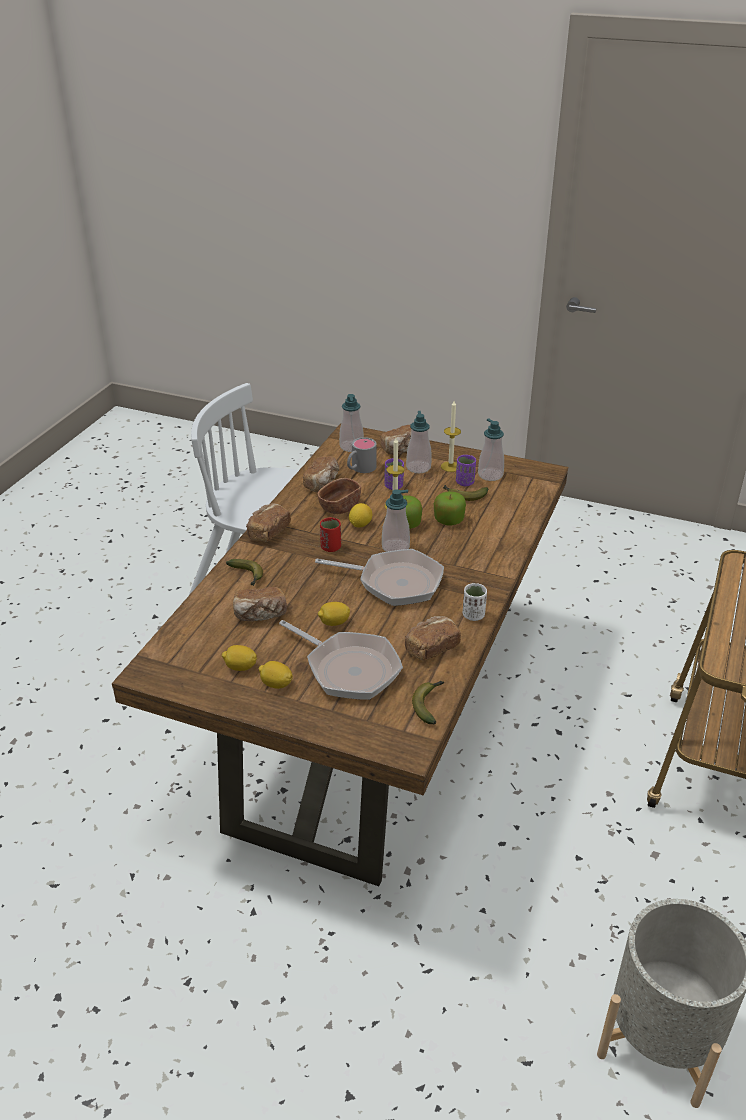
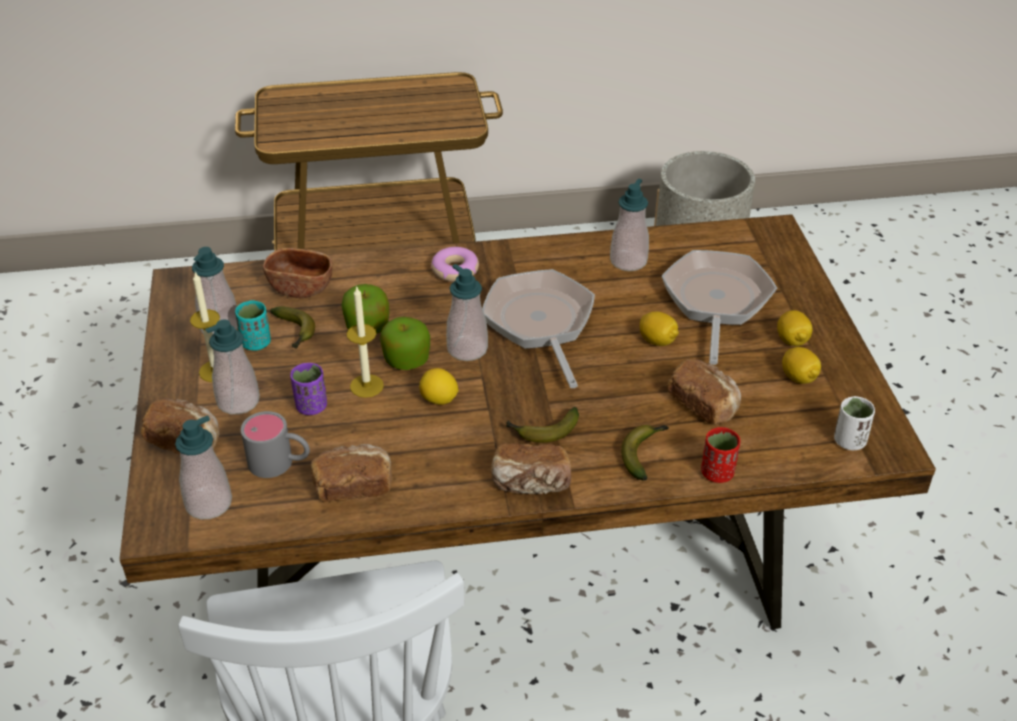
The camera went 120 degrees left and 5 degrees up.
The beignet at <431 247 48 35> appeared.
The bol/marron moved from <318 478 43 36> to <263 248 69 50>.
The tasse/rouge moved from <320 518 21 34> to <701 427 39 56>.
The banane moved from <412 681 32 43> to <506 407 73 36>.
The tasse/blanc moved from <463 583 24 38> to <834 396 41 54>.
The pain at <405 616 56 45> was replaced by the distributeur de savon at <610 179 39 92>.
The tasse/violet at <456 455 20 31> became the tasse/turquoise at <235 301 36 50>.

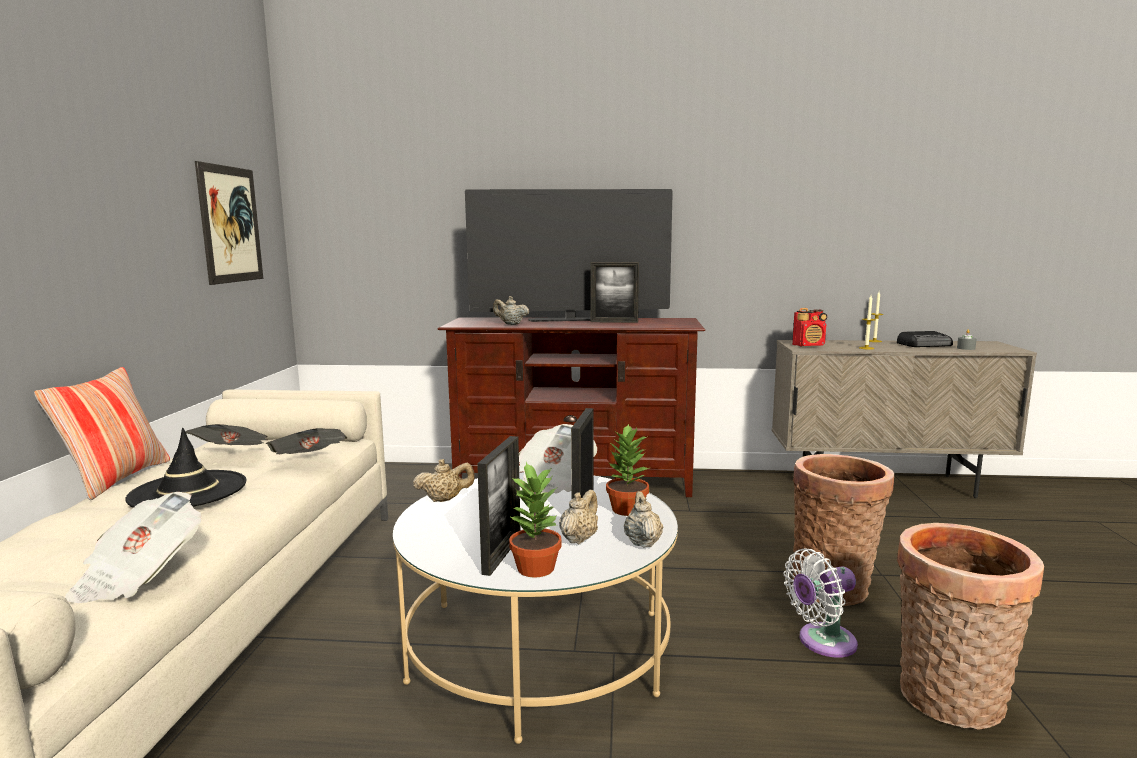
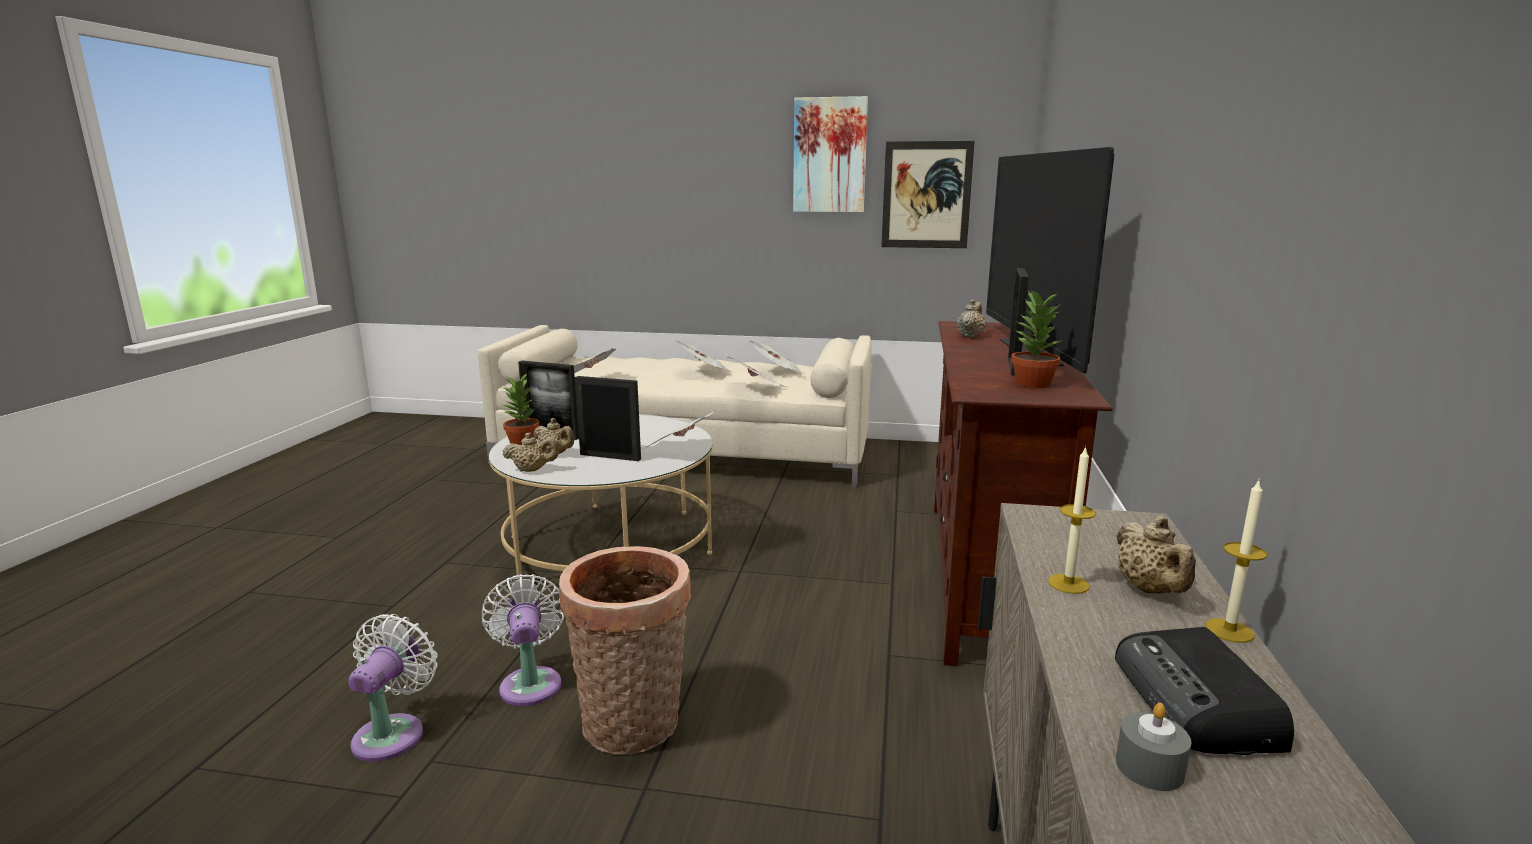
The camera went 95 degrees right and 5 degrees up.
The coussin at <34 367 136 133> disappeared.
The radio at <792 308 35 38> disappeared.
The tableau at <793 96 75 116> appeared.
The théière/beige moved from <413 459 62 43> to <1116 516 80 77>.
The plante en pot moved from <606 423 43 93> to <1011 289 51 99>.
The chapeau/noir at <125 428 122 80> was replaced by the journal at <674 340 58 32>.
The panier at <897 523 147 207> was replaced by the ventilateur/blanc at <349 614 89 148>.

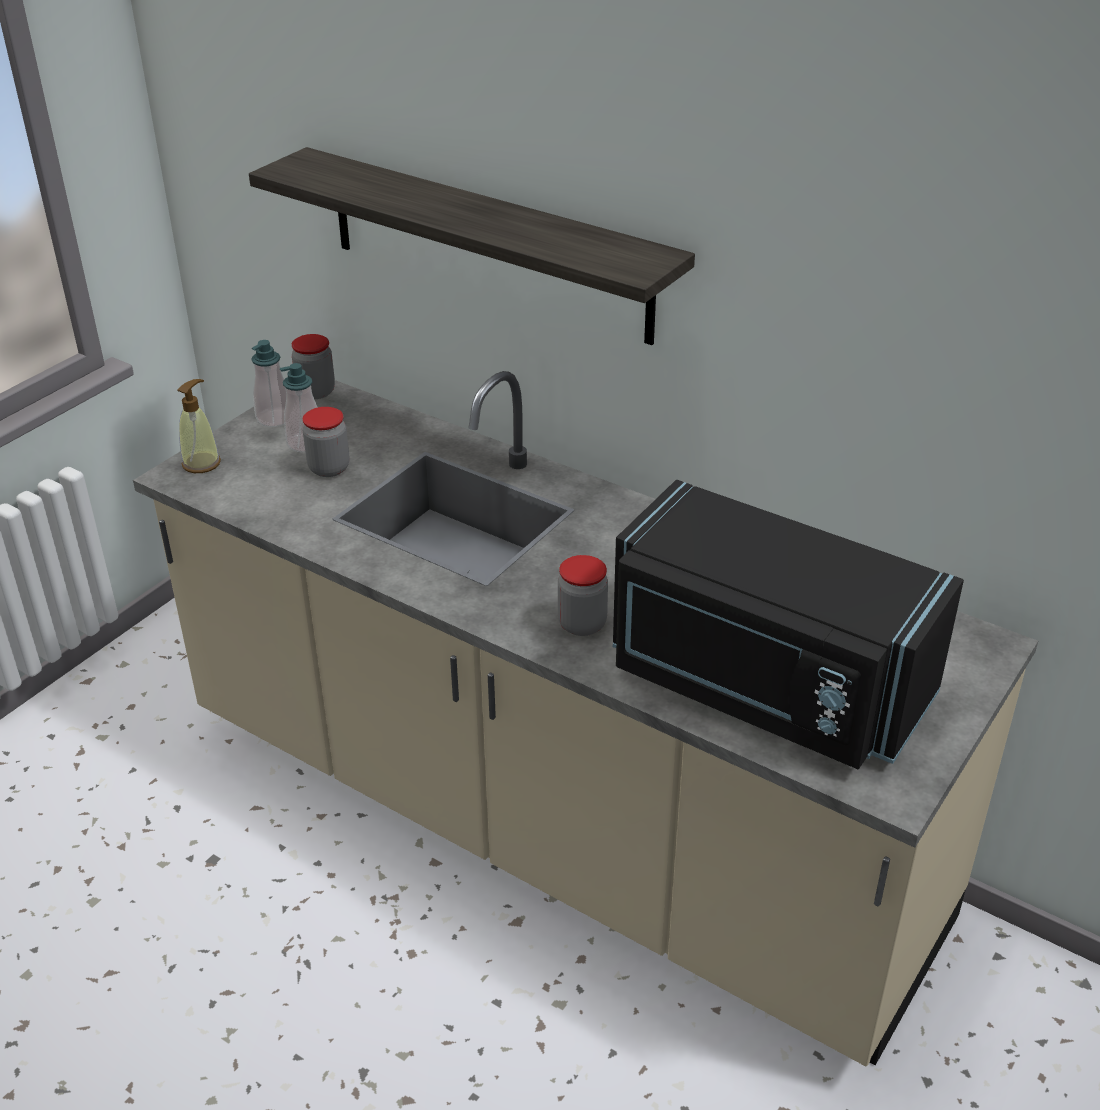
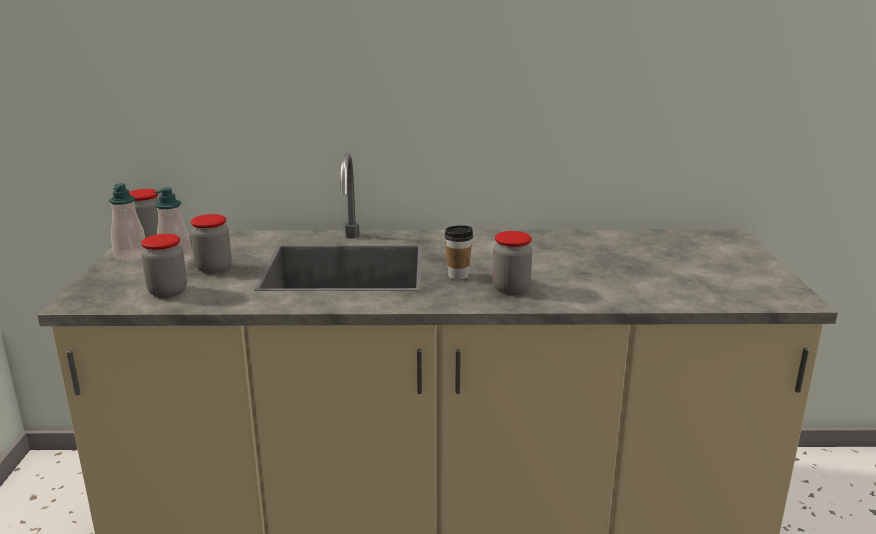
The camera went 35 degrees left and 15 degrees down.
The distributeur de savon at <177 379 44 94> disappeared.
The étagère at <249 147 446 198> disappeared.
The micro-ondes/noir at <613 480 351 290> disappeared.
The bocal at <141 234 46 64> appeared.
The tasse at <444 226 29 54> appeared.

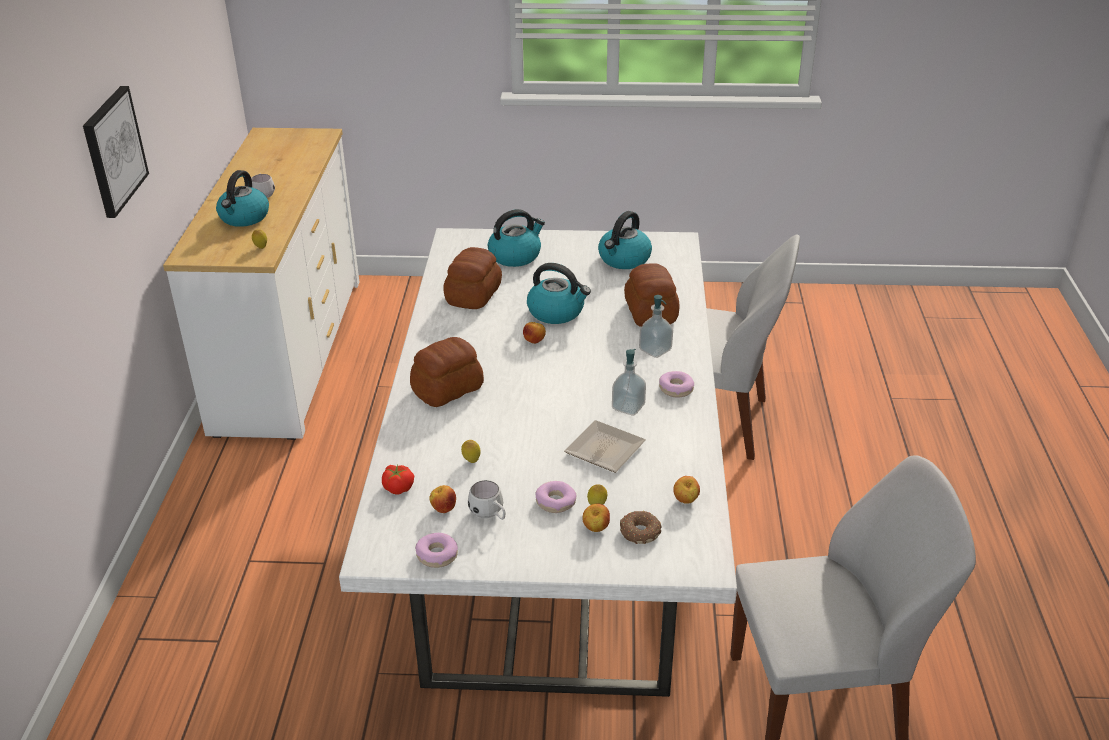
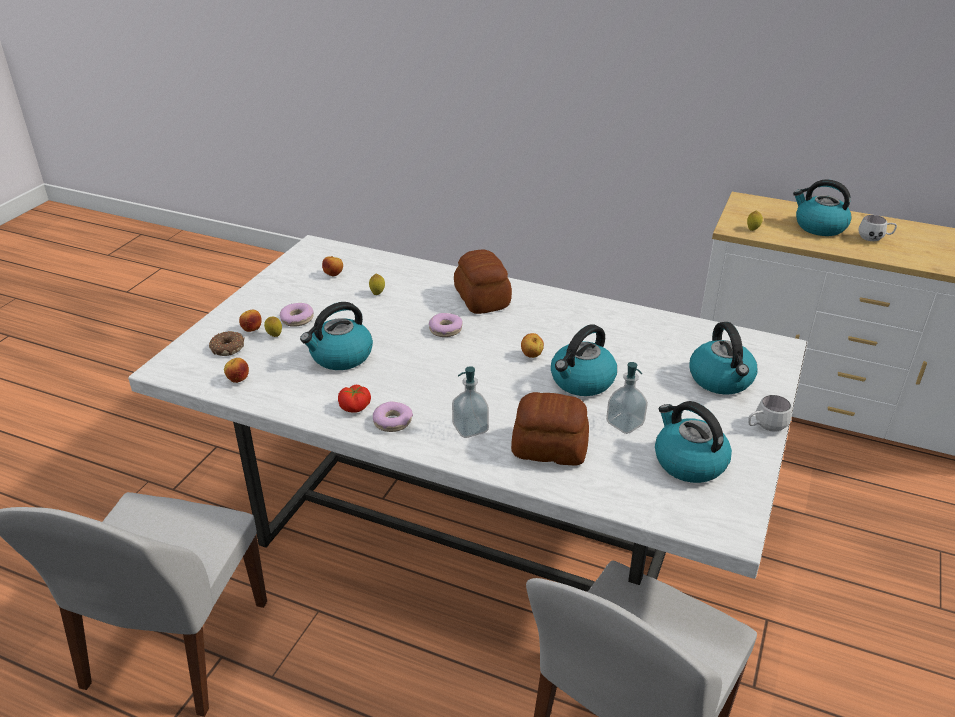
The camera went 110 degrees right and 0 degrees up.
The tableau at <83 86 66 132> disappeared.
The pain at <443 247 59 62> disappeared.
The tomate moved from <382 465 32 30> to <338 385 33 28>.
The beignet moved from <415 533 43 35> to <429 313 34 24>.
The mug/blanc moved from <468 480 38 40> to <748 395 44 37>.
The distributeur de savon moved from <612 349 34 67> to <606 362 42 72>.
The assiette at <564 420 82 53> was replaced by the bouilloire at <300 302 73 68>.

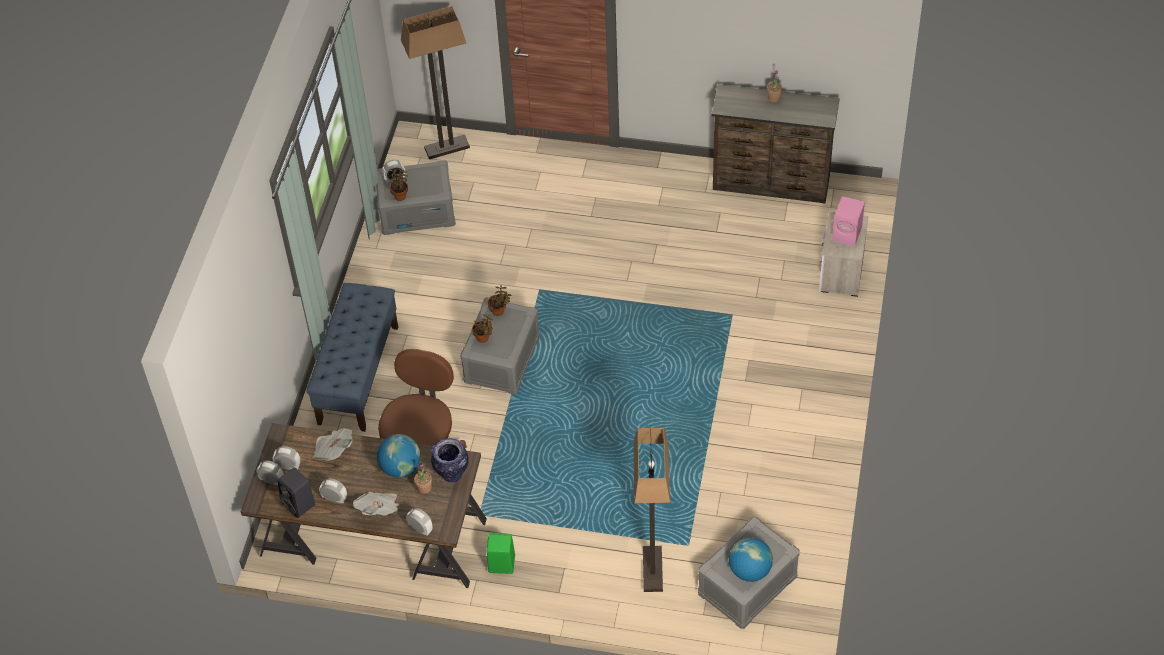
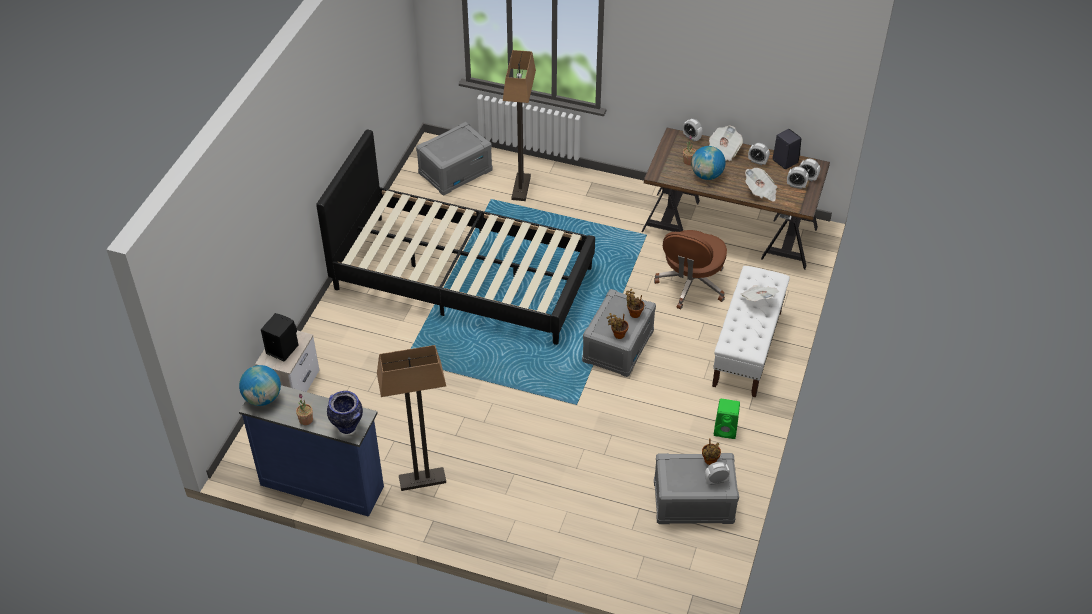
The camera went 175 degrees left and 5 degrees down.
The lit/noir at <316 130 279 215> appeared.
The journal at <741 285 38 16> appeared.
The lampadaire moved from <401 6 69 154> to <377 345 69 146>.
The vase moved from <431 438 38 45> to <327 391 36 43>.
The enceinte/vert moved from <487 533 28 41> to <714 399 26 40>.
The globe moved from <729 537 44 45> to <239 365 42 41>.
The banc/bleu at <306 283 92 149> became the banc/blanc at <712 266 78 131>.
The commode/marron at <711 84 129 119> became the commode/bleu at <239 385 145 132>.
The enceinte/rose at <832 196 33 50> became the enceinte/noir at <261 313 38 49>.

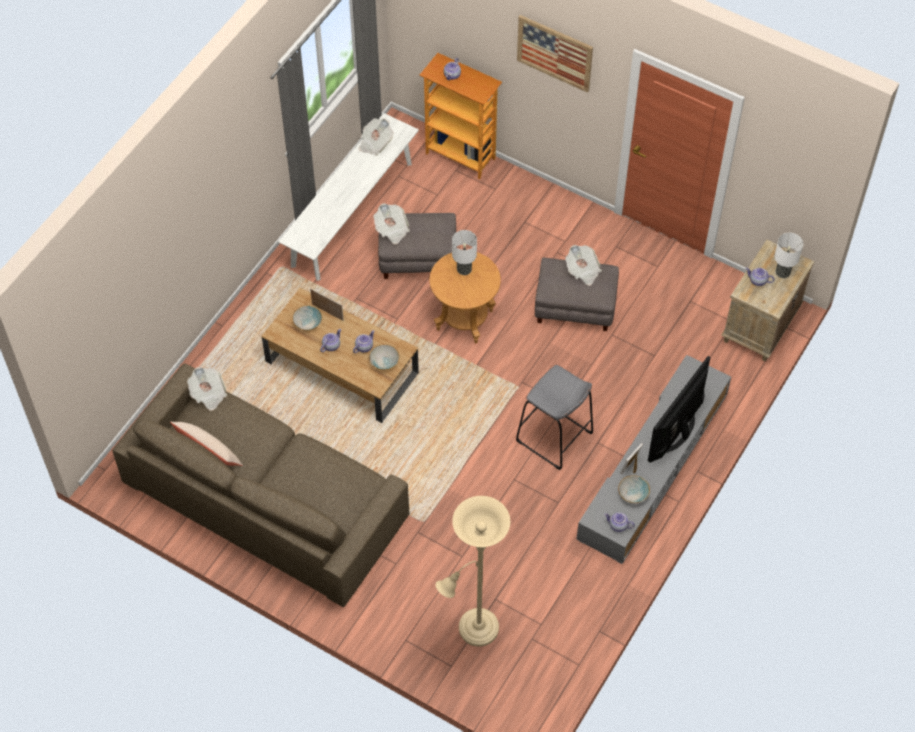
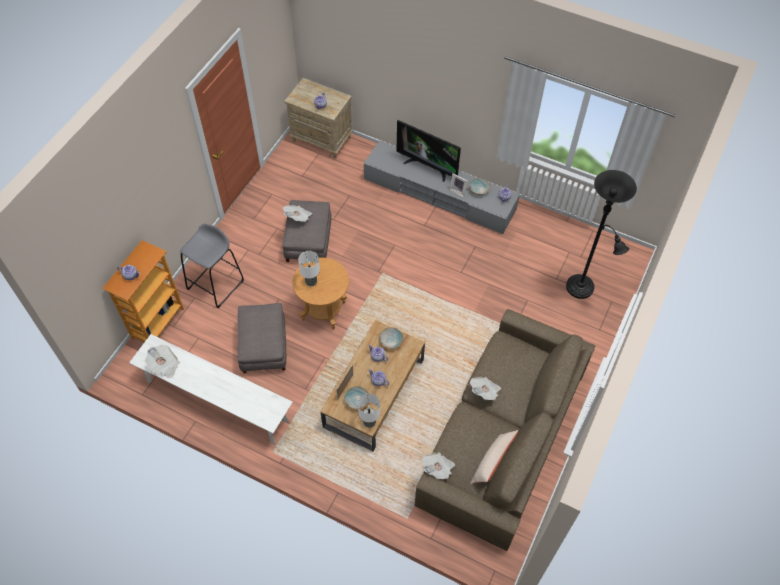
The camera went 95 degrees left and 0 degrees up.
The tableau at <517 15 76 78> disappeared.
The journal moved from <373 203 37 41> to <470 377 31 23>.
The tabouret/gris moved from <516 365 77 105> to <180 224 64 84>.
The lampe de table moved from <774 233 29 45> to <358 394 22 34>.
The lampadaire/beige at <436 496 74 151> became the lampadaire/noir at <566 170 71 129>.

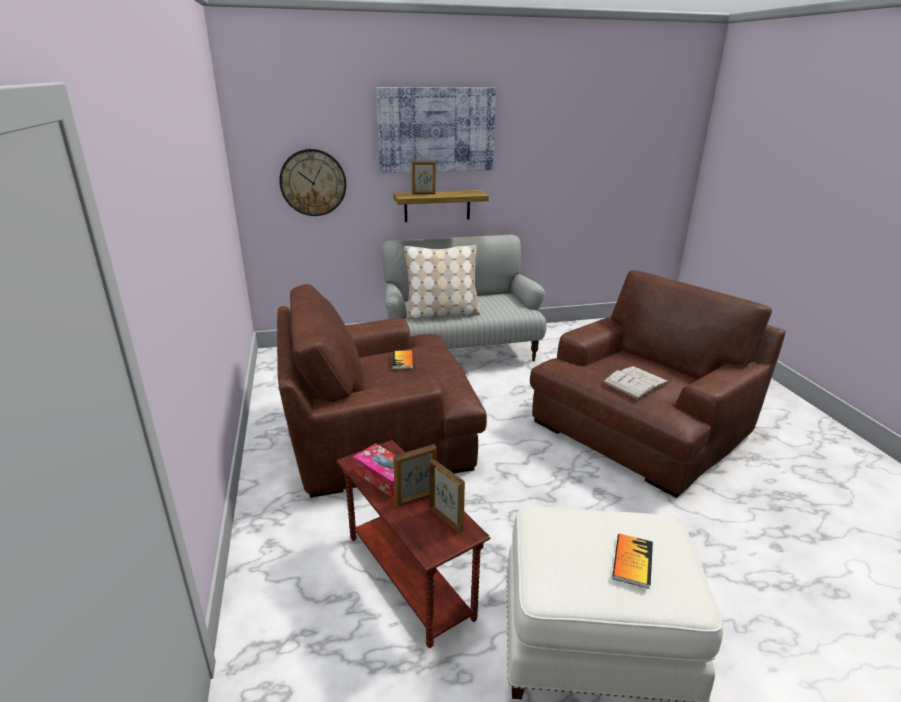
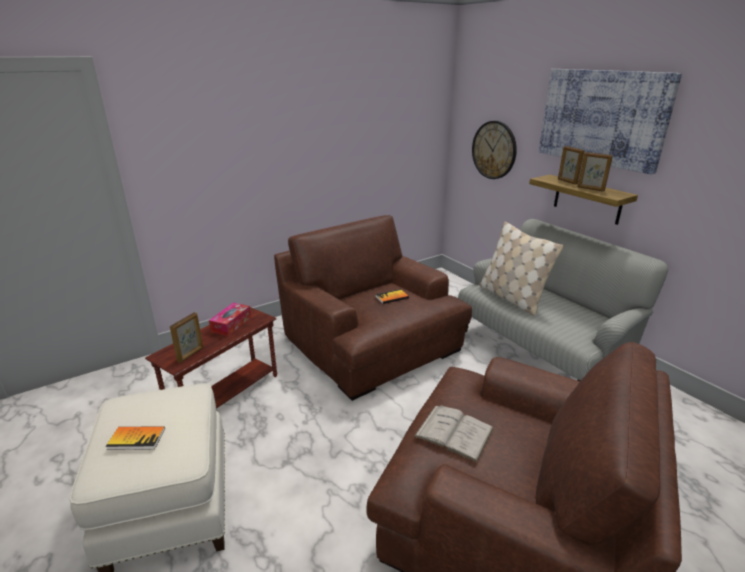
The camera went 70 degrees right and 0 degrees up.
The cadre photo moved from <393 444 43 63> to <578 152 35 40>.

